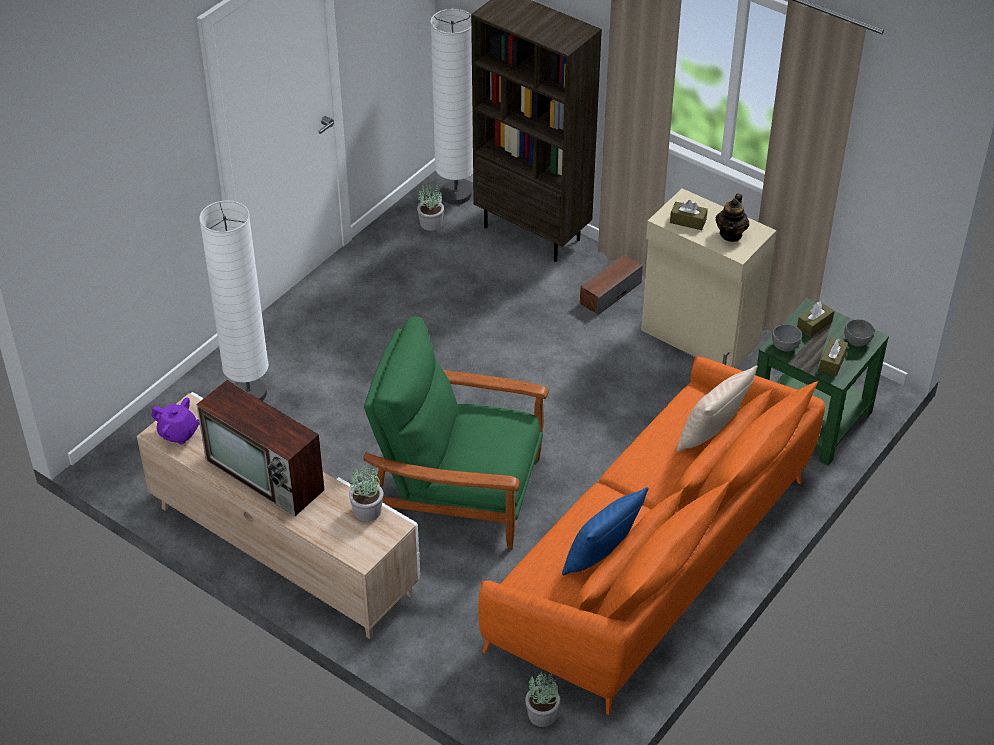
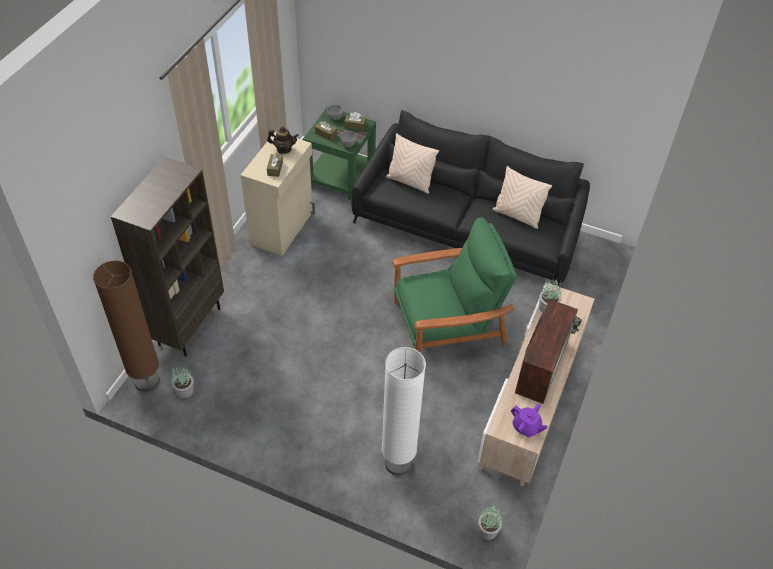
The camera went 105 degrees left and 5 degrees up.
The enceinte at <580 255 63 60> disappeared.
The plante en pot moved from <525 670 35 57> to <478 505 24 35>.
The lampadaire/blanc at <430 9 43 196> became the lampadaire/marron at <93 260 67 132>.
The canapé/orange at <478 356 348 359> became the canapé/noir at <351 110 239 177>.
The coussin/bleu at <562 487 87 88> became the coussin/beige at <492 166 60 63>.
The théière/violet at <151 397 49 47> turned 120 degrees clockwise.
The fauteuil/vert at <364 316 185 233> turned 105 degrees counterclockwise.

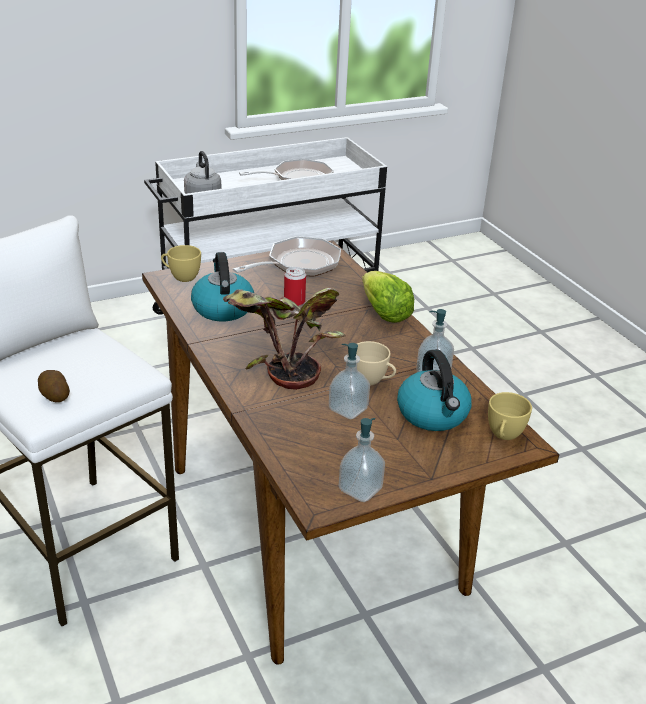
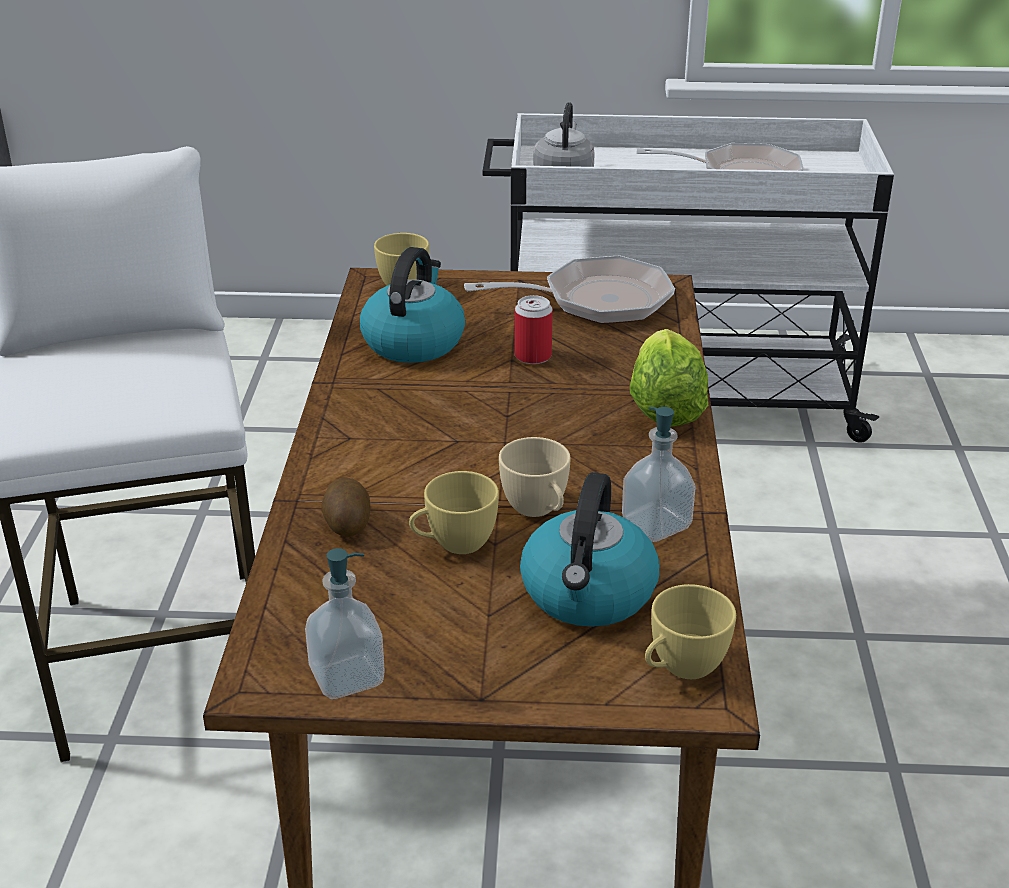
The camera went 30 degrees right and 0 degrees up.
The plante en pot at <223 288 123 102> disappeared.
The pomme de terre moved from <38 370 32 32> to <321 477 50 60>.
The distributeur de savon at <329 343 41 76> was replaced by the tasse/jaune at <409 471 90 83>.

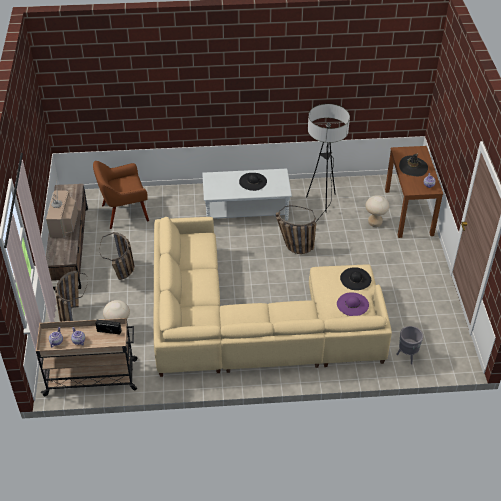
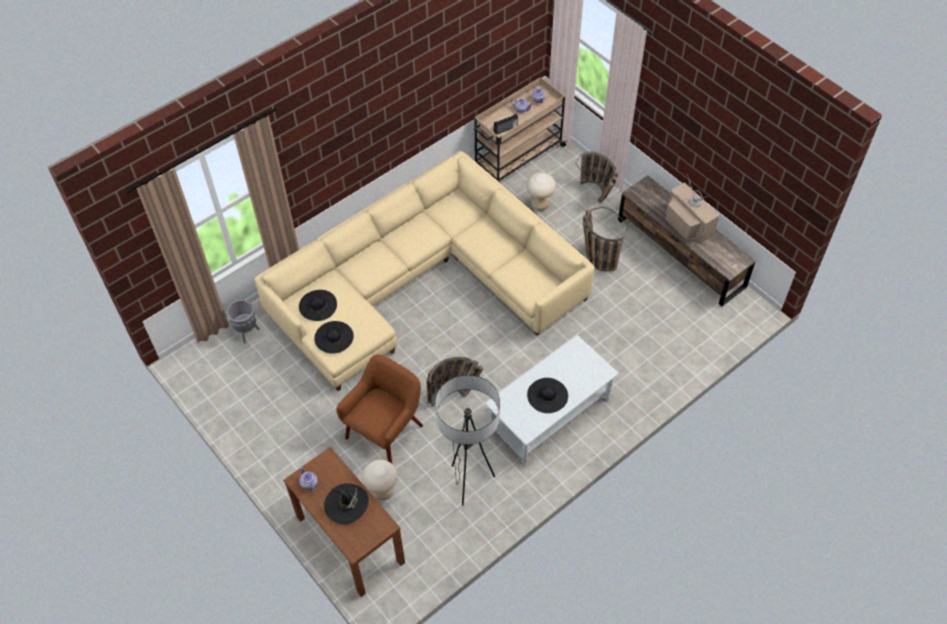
The camera went 145 degrees right and 10 degrees up.
The fauteuil/marron moved from <93 161 56 68> to <336 354 87 109>.
The chapeau/violet at <337 292 32 24> became the chapeau/noir at <299 290 38 31>.

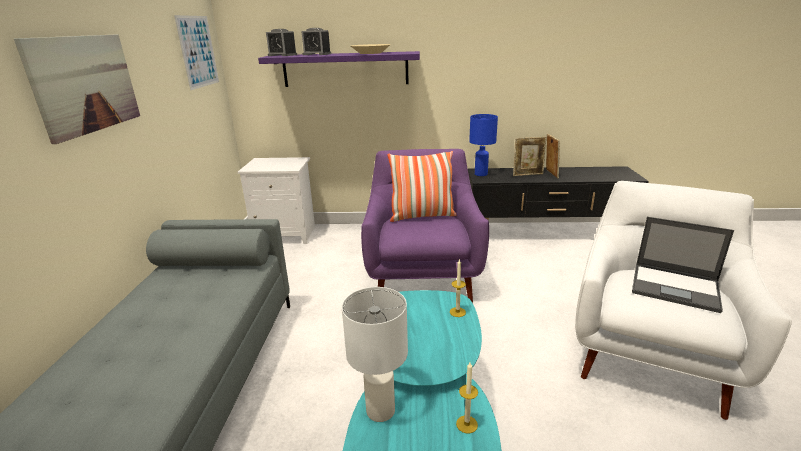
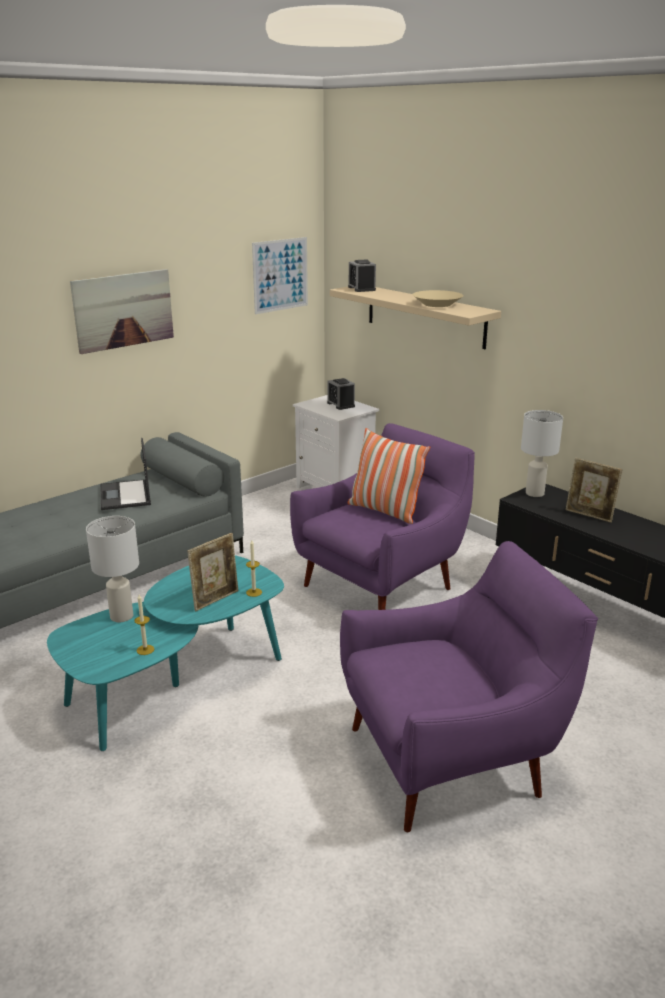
The camera went 45 degrees right and 0 degrees up.
The réveil moved from <301 28 30 27> to <327 378 28 32>.
The cadre photo moved from <546 134 14 45> to <187 533 51 78>.
The ordinateur portable moved from <632 217 102 96> to <100 438 51 72>.
The étagère/violet at <258 51 162 36> became the étagère/beige at <330 287 171 62>.
The lampe de table/bleu at <469 114 29 62> became the lampe de table/blanc at <521 410 42 87>.
The fauteuil/blanc at <575 181 217 239> became the fauteuil/violet at <340 541 258 291>.

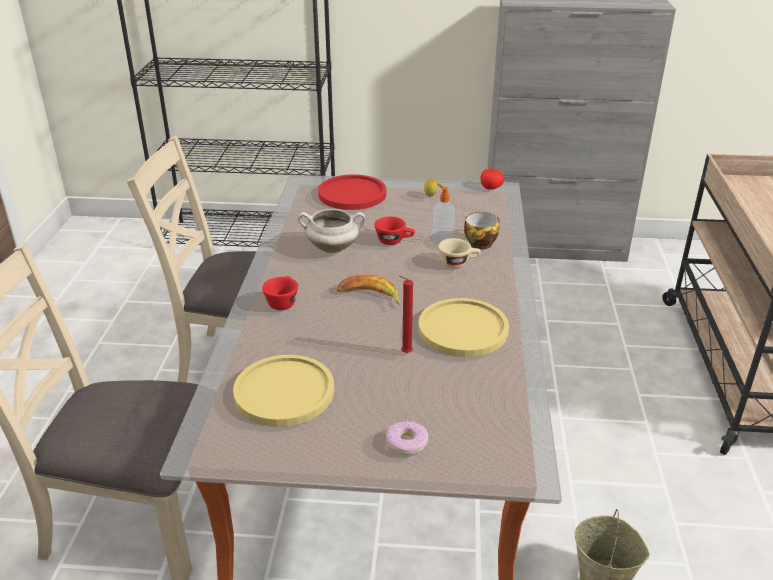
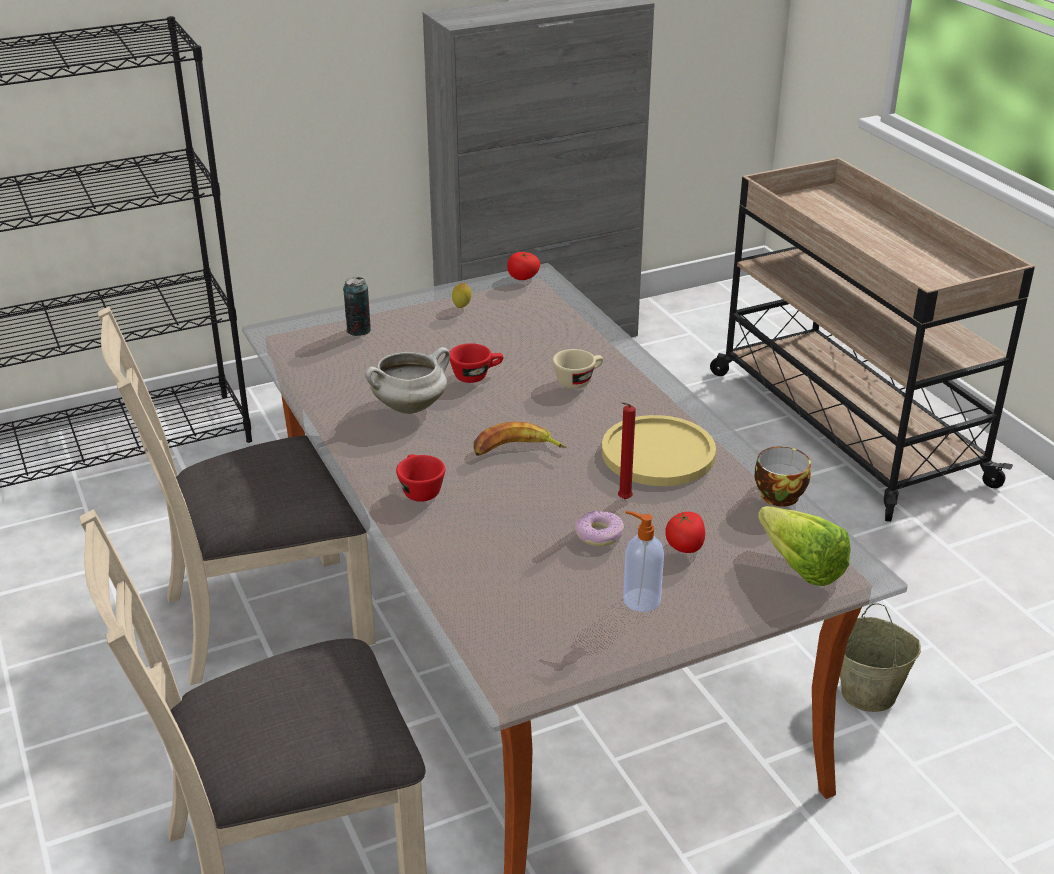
The camera went 30 degrees left and 0 degrees up.
The assiette/jaune at <233 355 101 72> disappeared.
The tomate at <665 512 40 41> appeared.
The laitue at <758 506 93 80> appeared.
The beignet moved from <386 421 43 34> to <574 510 50 37>.
The distributeur de savon moved from <432 184 23 62> to <623 511 41 101>.
The tasse moved from <464 212 36 37> to <755 446 56 61>.
The assiette/rouge at <318 174 68 36> was replaced by the boîte métallique at <343 277 28 59>.

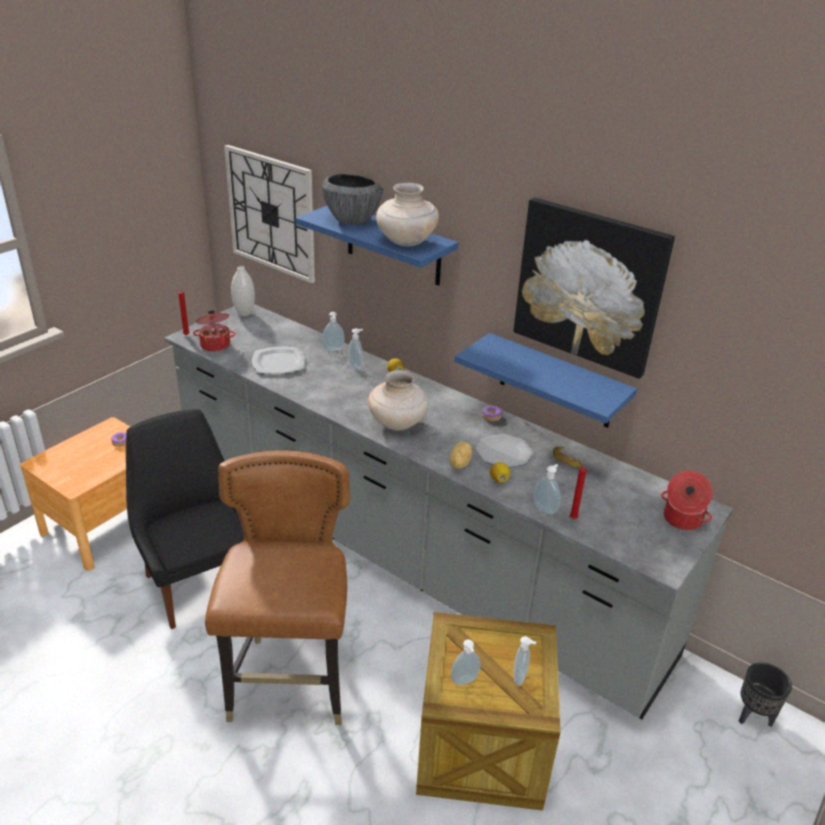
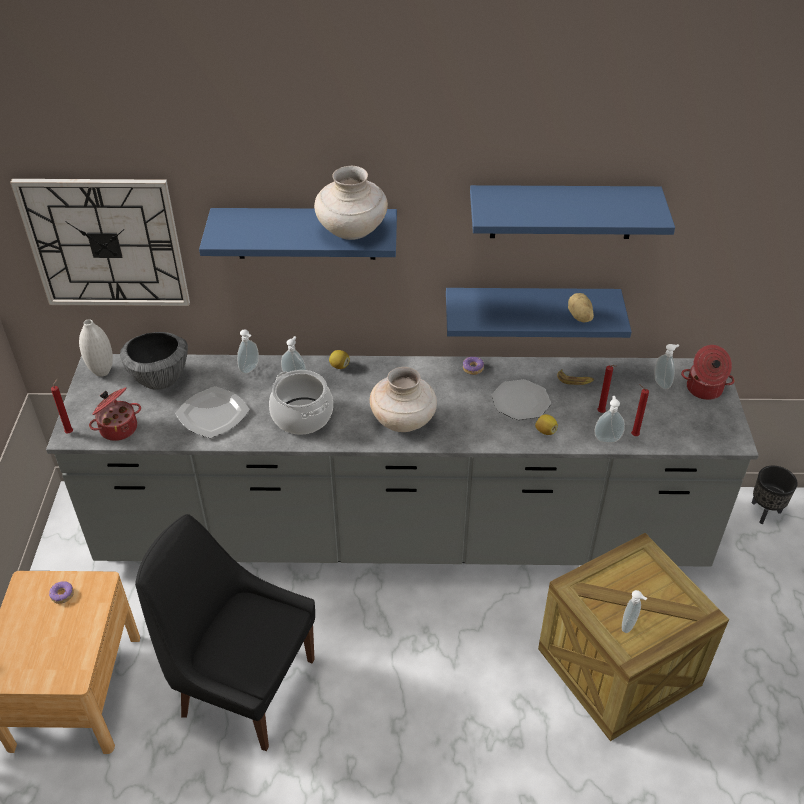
The camera went 35 degrees left and 10 degrees up.
The chaise/marron at <205 451 145 274> disappeared.
The marmite at <269 370 64 64> appeared.
The bougie/rouge at <597 365 19 48> appeared.
The bol moved from <322 174 61 51> to <120 332 68 58>.
The pomme de terre moved from <450 442 22 27> to <568 293 26 30>.
The distributeur de savon moved from <514 636 22 49> to <654 344 25 45>.
The tableau at <513 197 162 182> was replaced by the étagère/bleu at <470 185 205 54>.

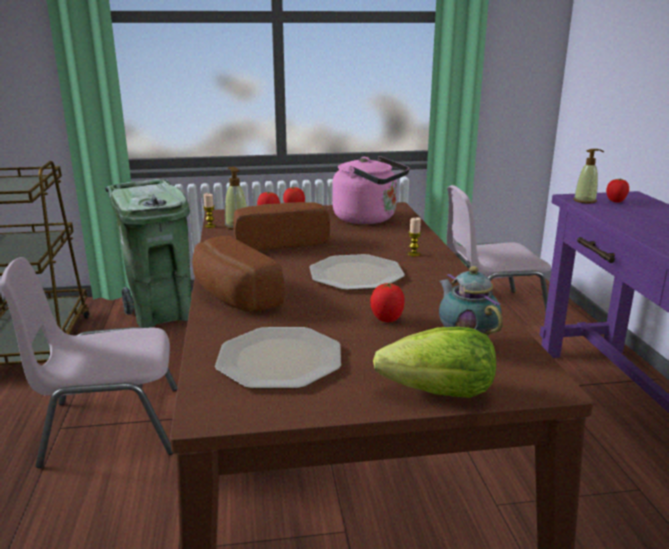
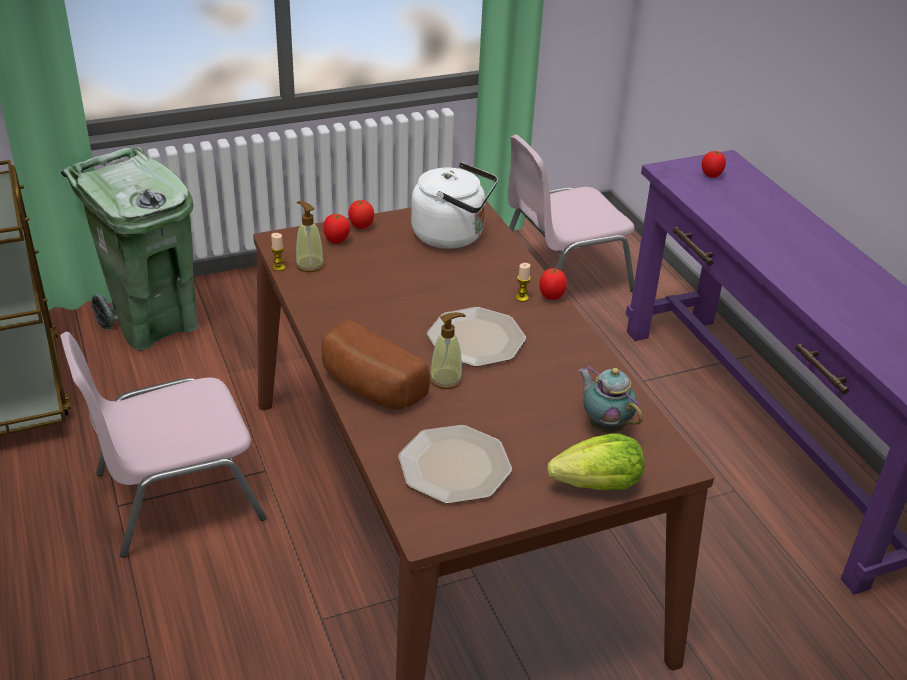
The camera went 15 degrees left and 15 degrees up.
The pain at <233 202 97 49> disappeared.
The tomate moved from <370 283 35 39> to <539 268 28 32>.
The distributeur de savon moved from <574 149 30 55> to <430 312 36 77>.
The bouilloire/rose at <332 156 78 68> became the bouilloire/blanc at <411 162 87 87>.

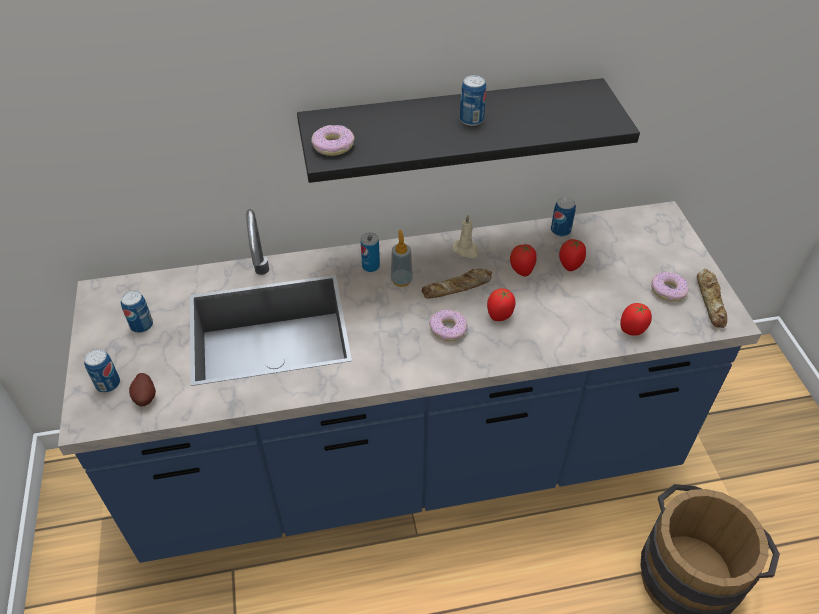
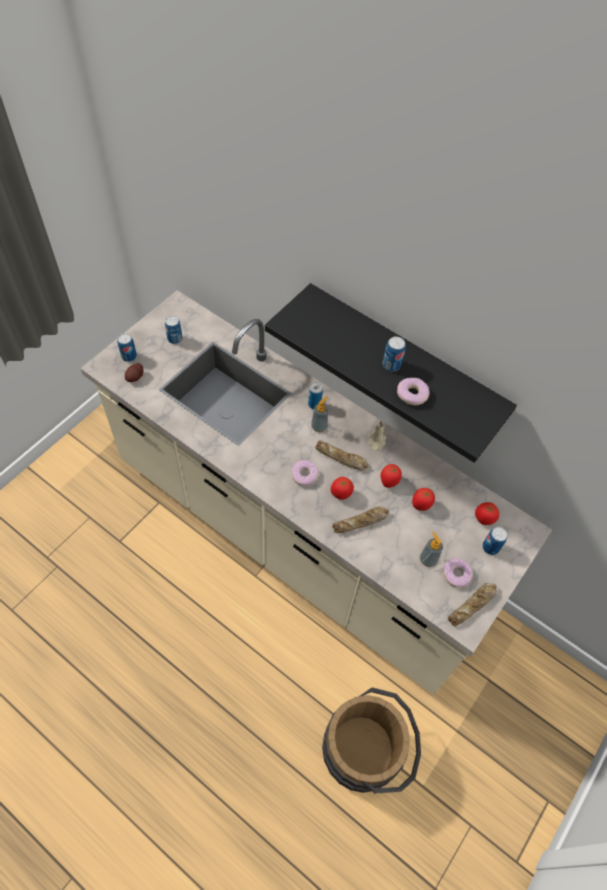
The camera went 45 degrees right and 10 degrees up.
The pain at <332 506 57 27> appeared.
The distributeur de savon at <420 531 23 36> appeared.
The beignet moved from <311 125 44 31> to <397 378 33 27>.
The boîte métallique moved from <551 197 25 40> to <482 527 25 28>.
The tomate moved from <620 303 32 33> to <475 502 24 23>.
The comptoir de cuisine/bleu at <58 201 704 362> became the comptoir de cuisine/beige at <80 290 472 405>.

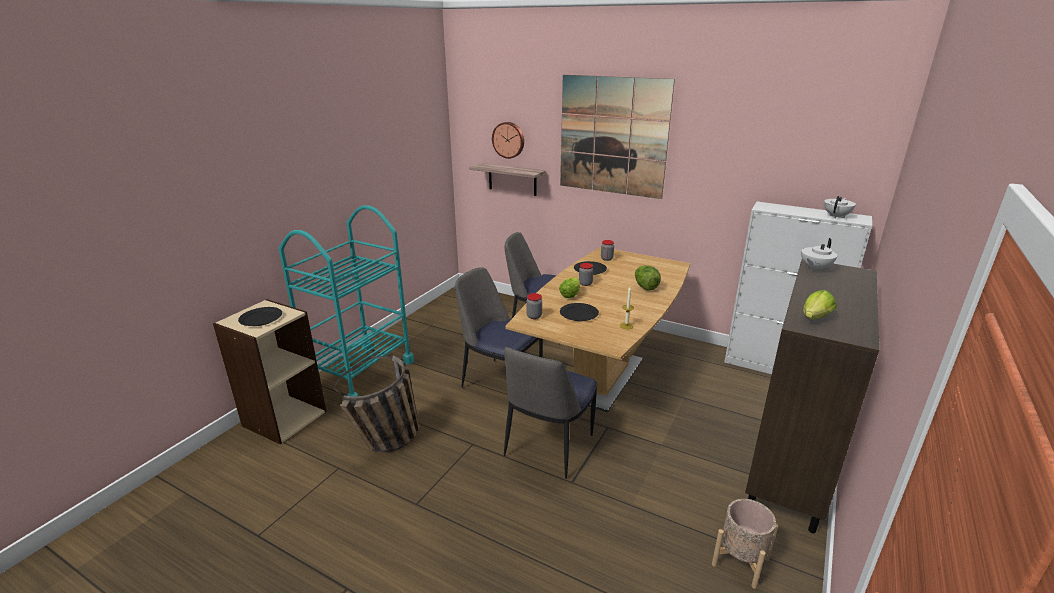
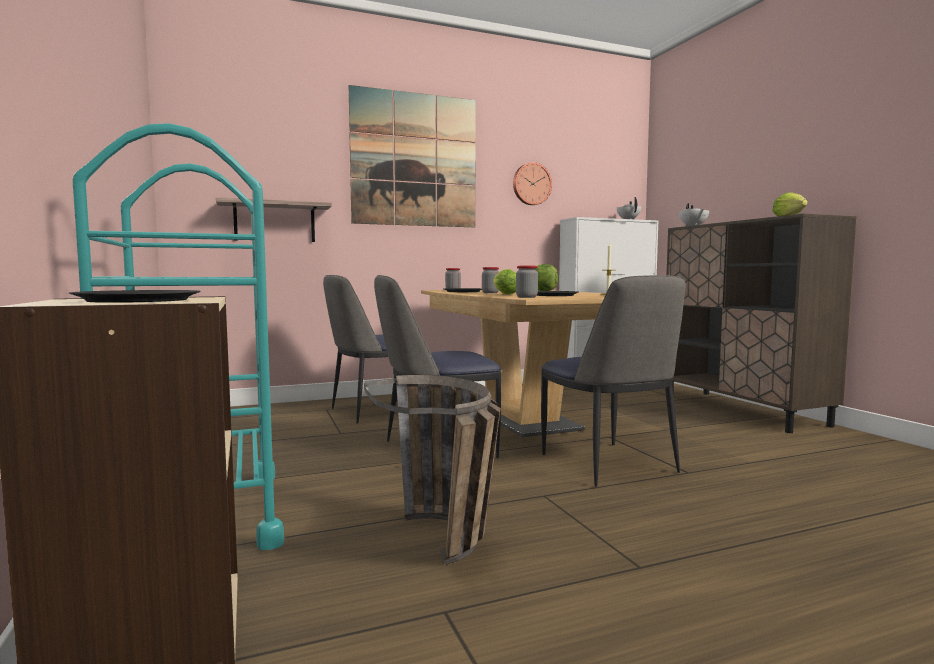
The camera went 50 degrees left and 20 degrees down.
The cache-pot/beige at <712 499 66 90> disappeared.
The horloge murale moved from <492 122 32 37> to <513 162 39 43>.

